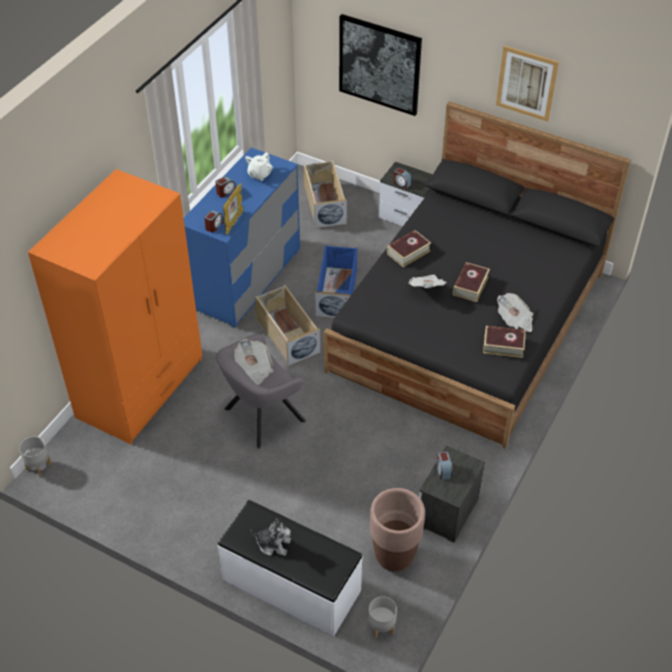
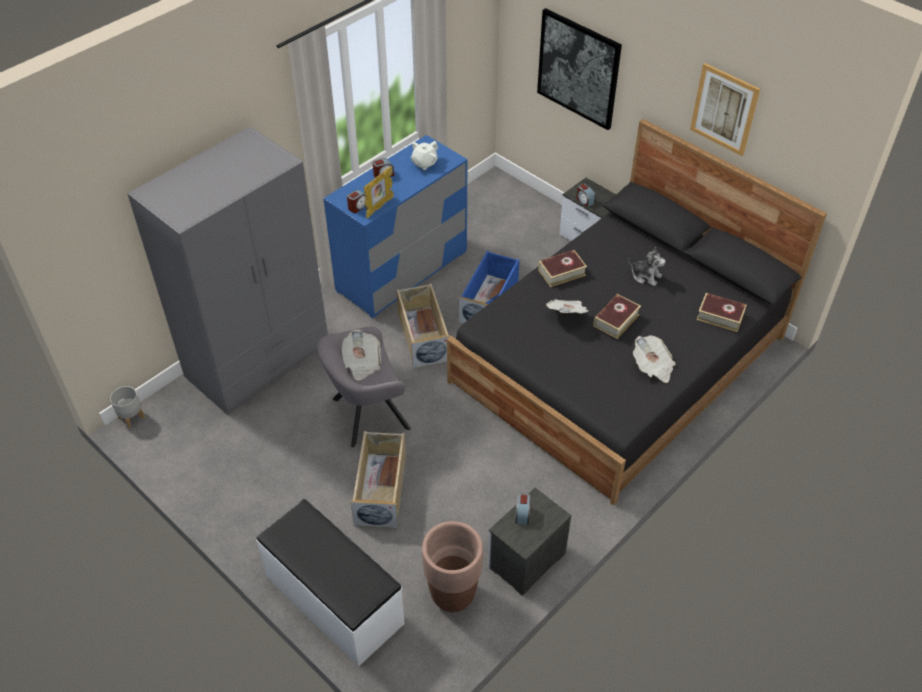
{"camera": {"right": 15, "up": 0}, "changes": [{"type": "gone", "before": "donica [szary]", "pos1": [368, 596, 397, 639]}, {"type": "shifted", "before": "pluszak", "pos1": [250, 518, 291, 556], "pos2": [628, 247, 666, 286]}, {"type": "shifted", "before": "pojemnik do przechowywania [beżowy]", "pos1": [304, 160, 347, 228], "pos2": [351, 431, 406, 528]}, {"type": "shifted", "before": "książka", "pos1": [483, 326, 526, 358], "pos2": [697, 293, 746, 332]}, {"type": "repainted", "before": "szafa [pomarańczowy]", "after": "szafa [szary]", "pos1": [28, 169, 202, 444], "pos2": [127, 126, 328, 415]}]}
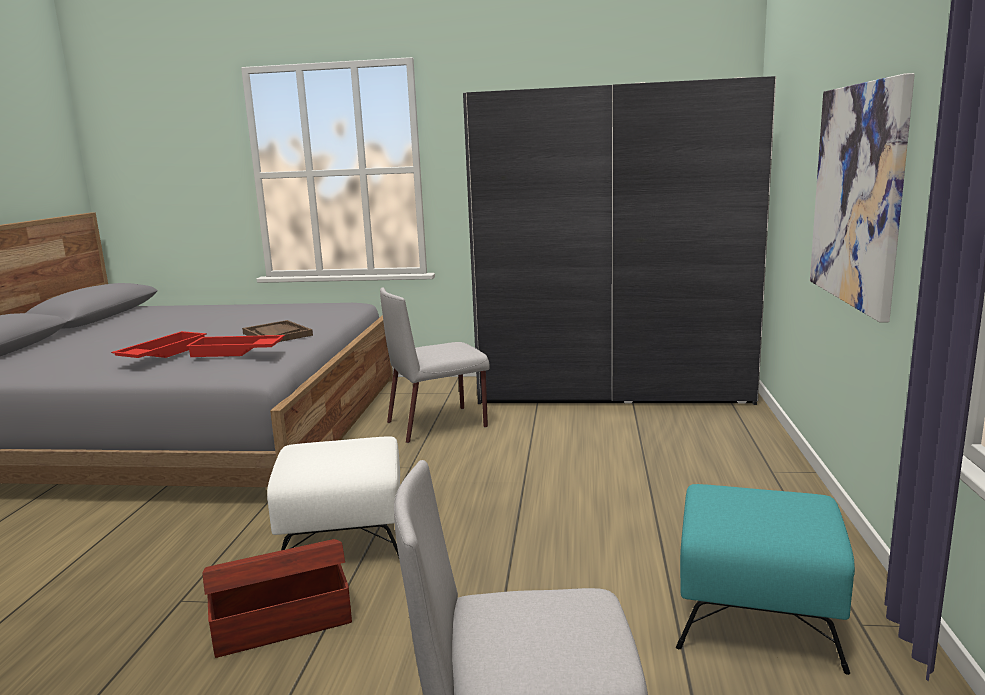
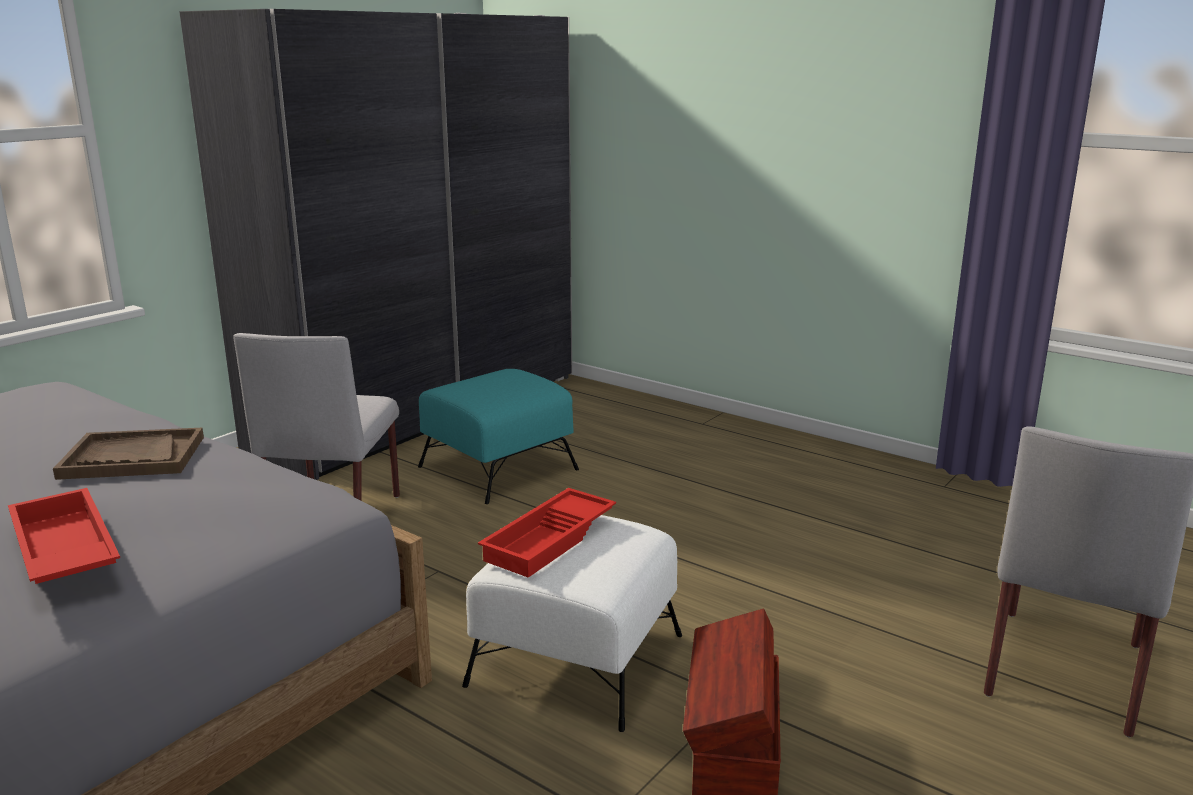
{"camera": {"right": -60, "up": 5}, "changes": [{"type": "gone", "before": "obraz", "pos1": [810, 73, 915, 323]}, {"type": "shifted", "before": "taca [czerwony]", "pos1": [186, 335, 285, 357], "pos2": [478, 488, 616, 578]}, {"type": "shifted", "before": "pufa [turkusowy]", "pos1": [676, 484, 855, 675], "pos2": [418, 369, 579, 504]}]}
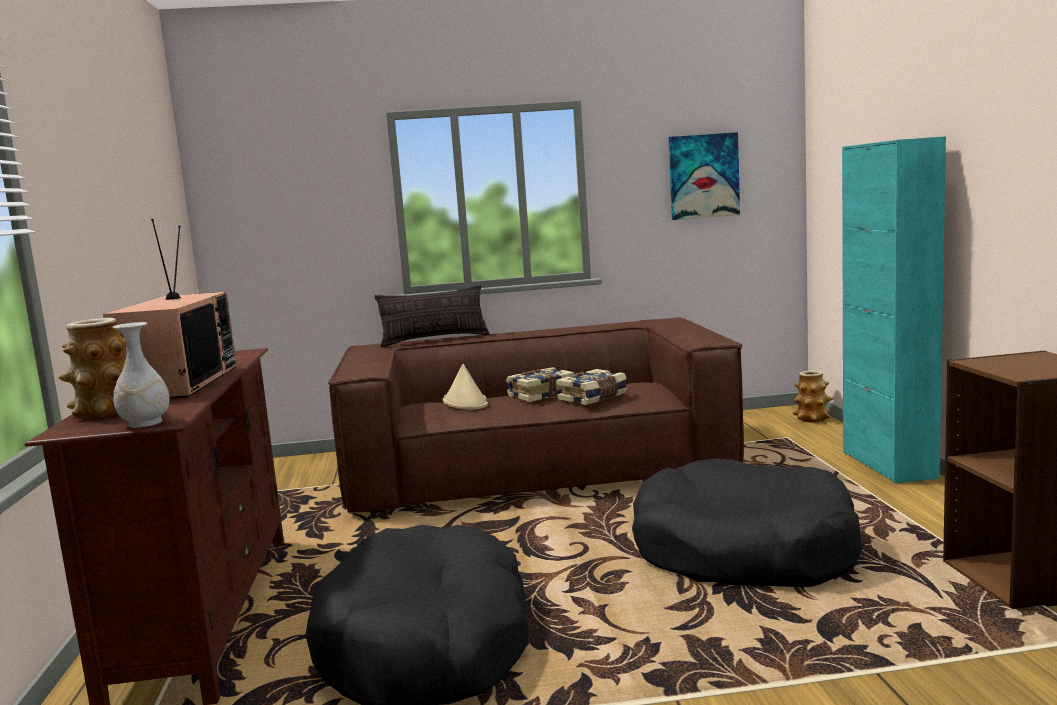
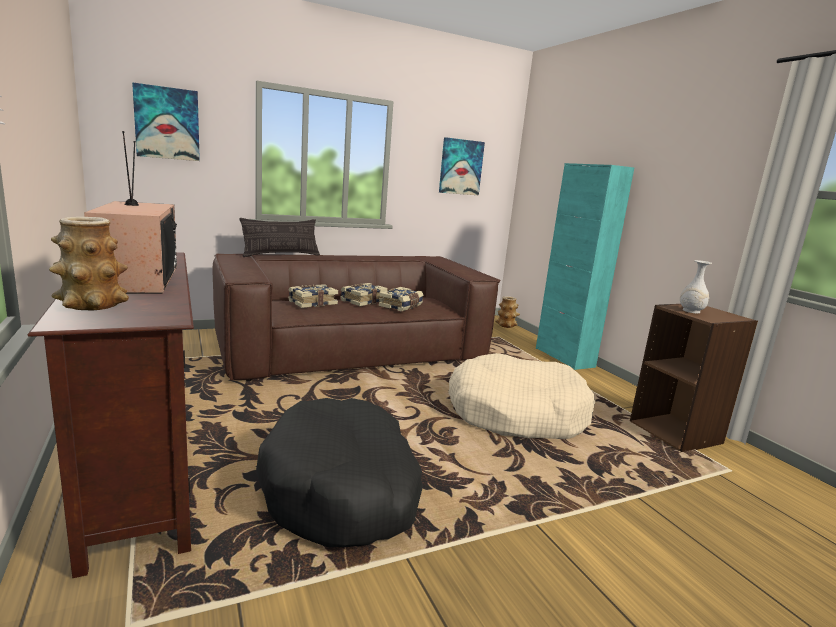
{"camera": {"right": -20, "up": 5}, "changes": [{"type": "new", "after": "obraz", "pos2": [132, 82, 200, 161]}, {"type": "shifted", "before": "wazon [biały]", "pos1": [113, 322, 170, 428], "pos2": [680, 260, 712, 314]}, {"type": "swapped", "before": "kapelusz [beżowy]", "after": "książka", "pos1": [443, 364, 488, 410], "pos2": [288, 284, 338, 308]}, {"type": "repainted", "before": "legowisko [czarny]", "after": "legowisko [beżowy]", "pos1": [632, 458, 862, 587], "pos2": [448, 353, 595, 439]}]}
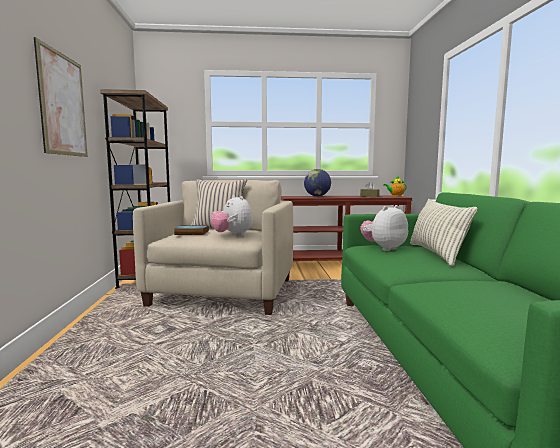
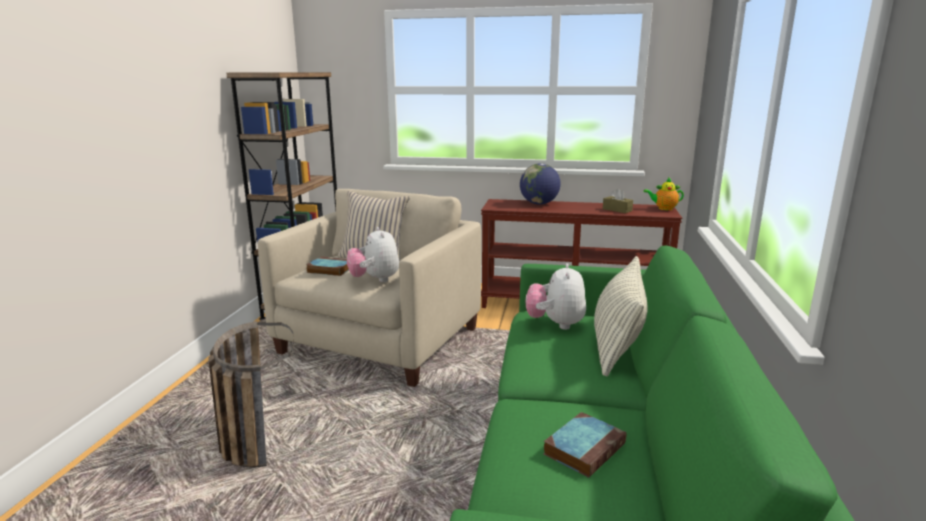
{"camera": {"right": 15, "up": 10}, "changes": [{"type": "gone", "before": "obraz", "pos1": [34, 37, 88, 157]}, {"type": "new", "after": "koszyk", "pos2": [208, 321, 294, 468]}, {"type": "new", "after": "książka", "pos2": [544, 412, 627, 478]}, {"type": "rotated", "before": "pluszak", "pos1": [360, 205, 408, 251], "pos2": [526, 263, 586, 330], "turn": -60}]}
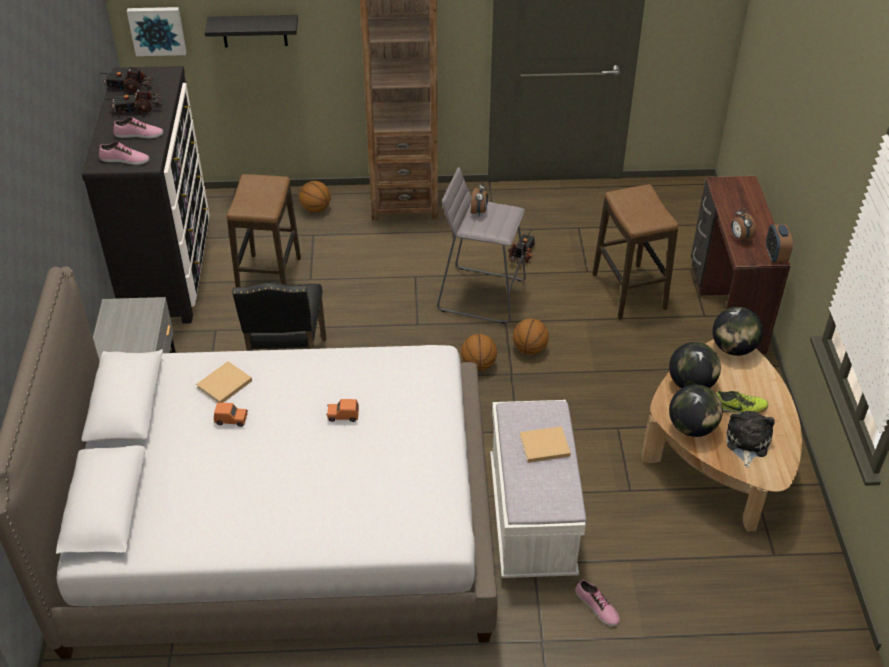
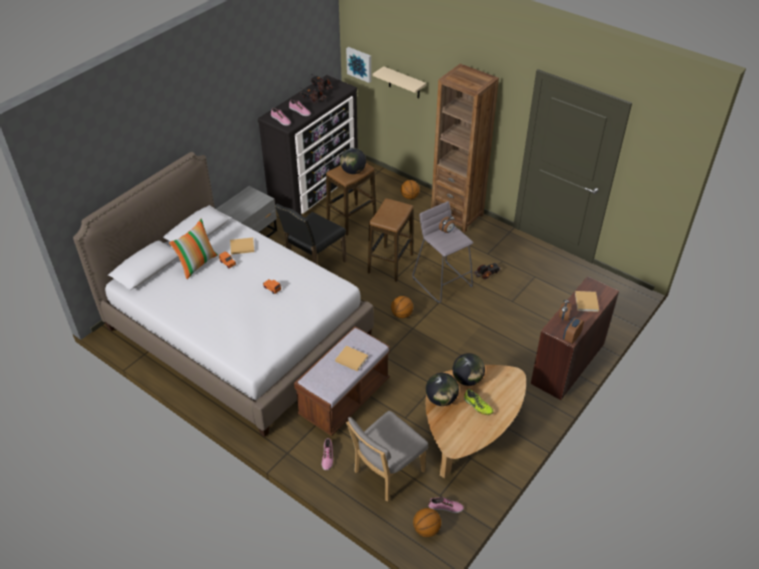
{"camera": {"right": 40, "up": 0}, "changes": [{"type": "gone", "before": "pluszak", "pos1": [727, 411, 775, 468]}, {"type": "new", "after": "poduszka", "pos2": [169, 219, 218, 279]}, {"type": "new", "after": "krzesło [szary]", "pos2": [346, 411, 428, 502]}, {"type": "new", "after": "but", "pos2": [428, 497, 464, 513]}, {"type": "new", "after": "książka [beżowy]", "pos2": [575, 291, 599, 312]}, {"type": "shifted", "before": "piłka do koszykówki", "pos1": [513, 318, 549, 355], "pos2": [413, 508, 441, 537]}, {"type": "shifted", "before": "stołek", "pos1": [592, 184, 679, 320], "pos2": [368, 198, 413, 282]}, {"type": "shifted", "before": "globus", "pos1": [713, 307, 763, 356], "pos2": [340, 148, 366, 174]}, {"type": "repainted", "before": "półka [czarny]", "after": "półka [beżowy]", "pos1": [205, 15, 298, 47], "pos2": [373, 66, 426, 99]}, {"type": "repainted", "before": "ławka [biały]", "after": "ławka [brązowy]", "pos1": [490, 400, 587, 578], "pos2": [294, 326, 390, 436]}]}
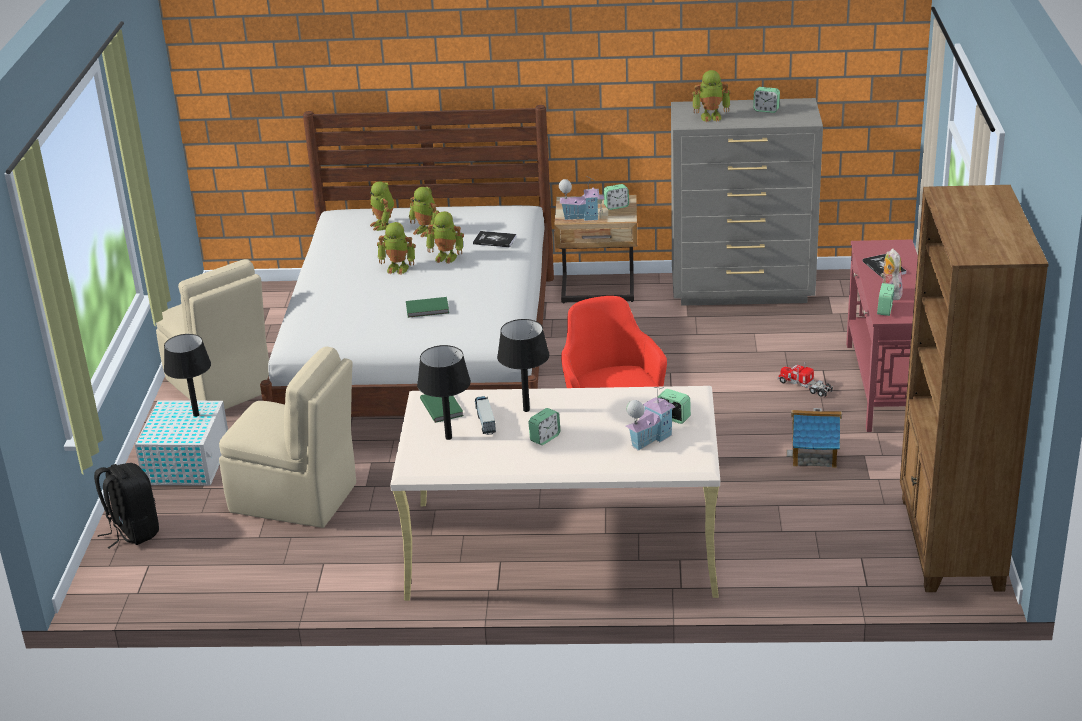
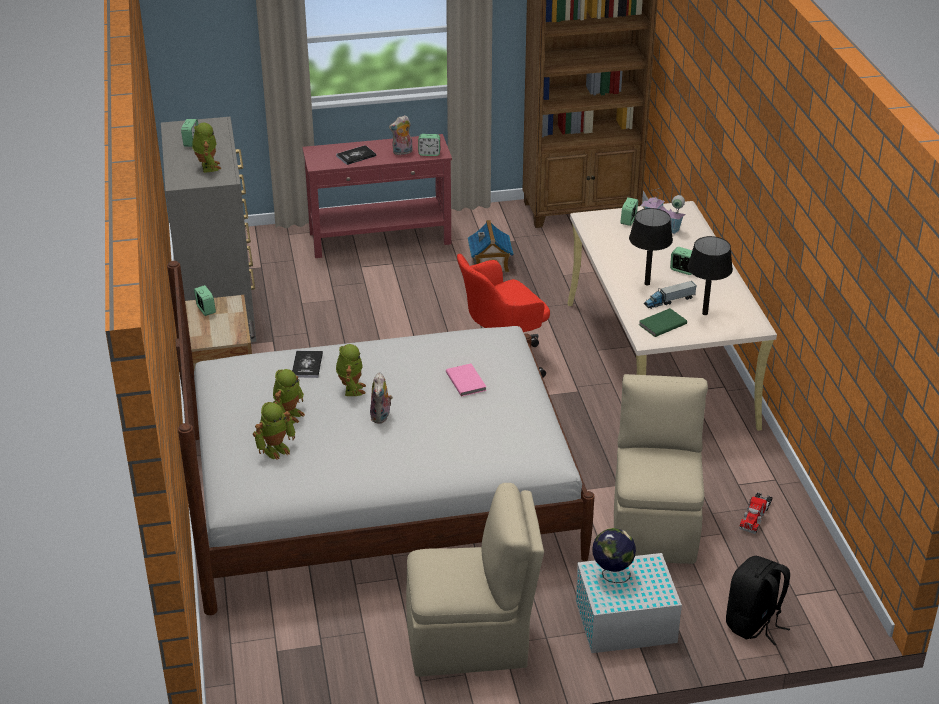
{"camera": {"right": -105, "up": 5}, "changes": [{"type": "gone", "before": "domek", "pos1": [559, 176, 605, 221]}, {"type": "shifted", "before": "ciężarówka zabawkowa", "pos1": [778, 362, 833, 398], "pos2": [740, 492, 773, 534]}, {"type": "swapped", "before": "lampa stołowa [czarny]", "after": "globus", "pos1": [164, 334, 211, 417], "pos2": [592, 528, 636, 583]}, {"type": "swapped", "before": "robot zabawkowy", "after": "pluszak", "pos1": [377, 222, 416, 275], "pos2": [370, 372, 393, 424]}, {"type": "repainted", "before": "książka [zielony]", "after": "książka [różowy]", "pos1": [406, 297, 449, 318], "pos2": [446, 363, 487, 396]}, {"type": "rotated", "before": "krzesło [beżowy]", "pos1": [156, 259, 269, 409], "pos2": [406, 483, 544, 677], "turn": 45}]}
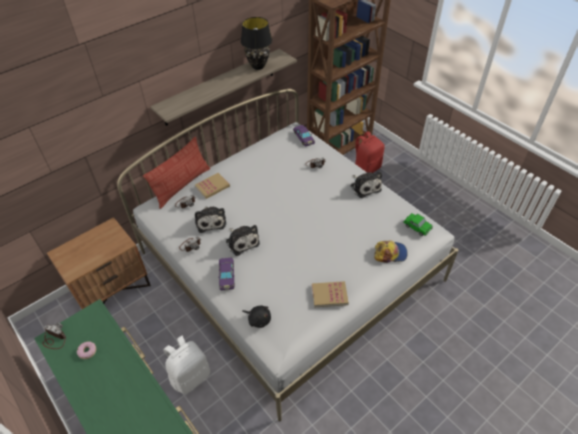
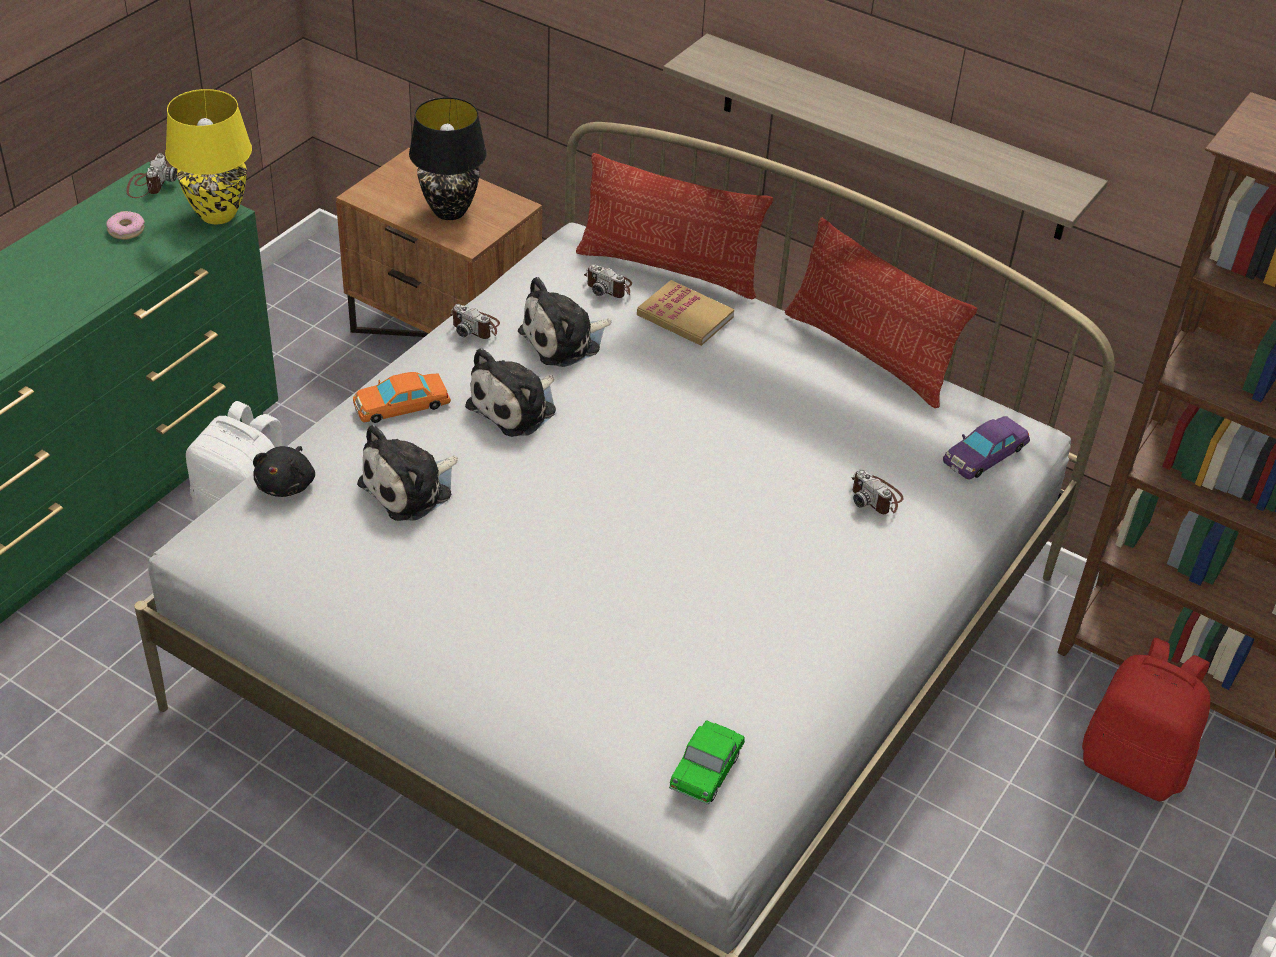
{"camera": {"right": 70, "up": -5}, "changes": [{"type": "gone", "before": "książka", "pos1": [312, 281, 349, 308]}, {"type": "gone", "before": "czapka z daszkiem", "pos1": [374, 240, 407, 263]}, {"type": "new", "after": "lampa stołowa [żółty]", "pos2": [165, 89, 252, 224]}, {"type": "new", "after": "poduszka", "pos2": [785, 217, 977, 408]}, {"type": "shifted", "before": "lampa stołowa [czarny]", "pos1": [241, 17, 272, 70], "pos2": [409, 97, 487, 220]}, {"type": "shifted", "before": "pluszak", "pos1": [351, 172, 382, 198], "pos2": [357, 425, 458, 521]}, {"type": "repainted", "before": "samochodzik [fioletowy]", "after": "samochodzik [pomarańczowy]", "pos1": [218, 258, 235, 290], "pos2": [353, 372, 451, 423]}]}
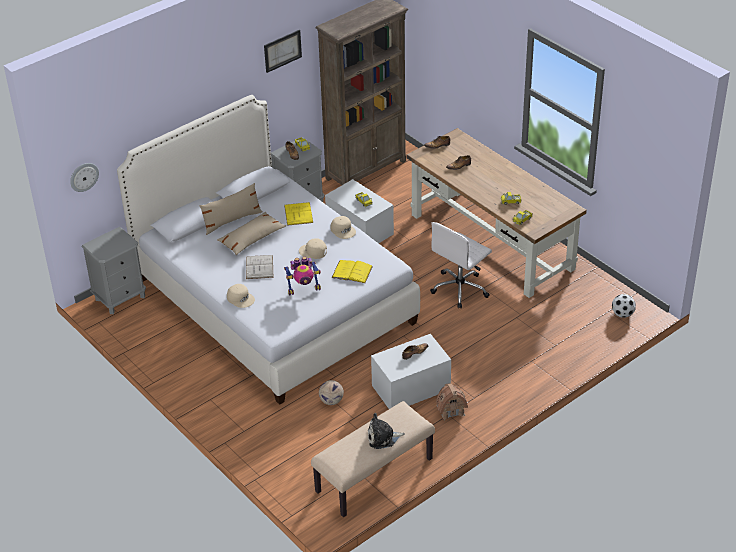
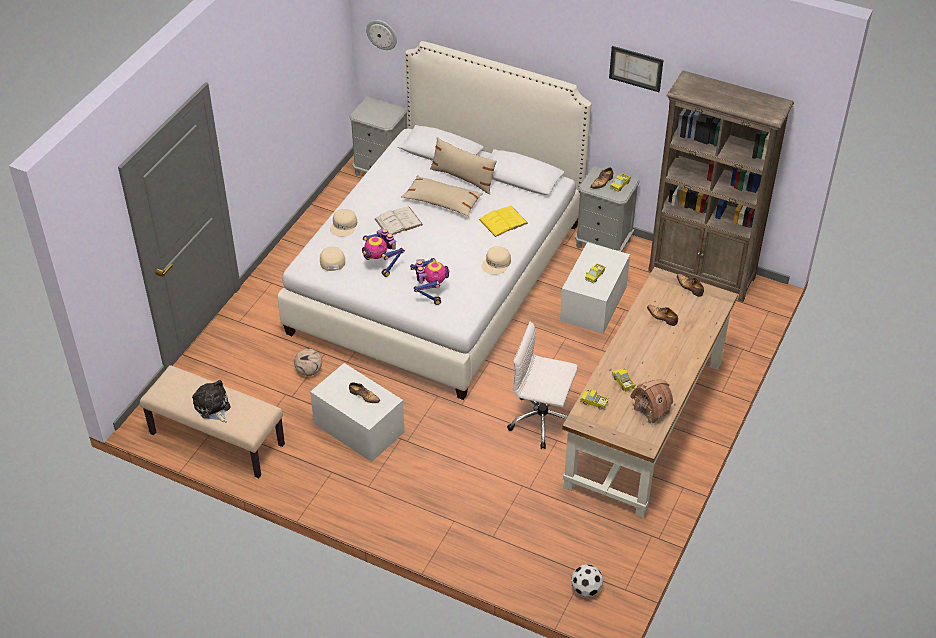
{"camera": {"right": 65, "up": 5}, "changes": [{"type": "shifted", "before": "czapka z daszkiem [beżowy]", "pos1": [299, 238, 327, 259], "pos2": [319, 246, 345, 271]}, {"type": "shifted", "before": "domek", "pos1": [436, 383, 468, 420], "pos2": [630, 379, 673, 426]}, {"type": "swapped", "before": "książka [żółty]", "after": "robot zabawkowy", "pos1": [332, 260, 373, 283], "pos2": [410, 258, 450, 305]}]}
